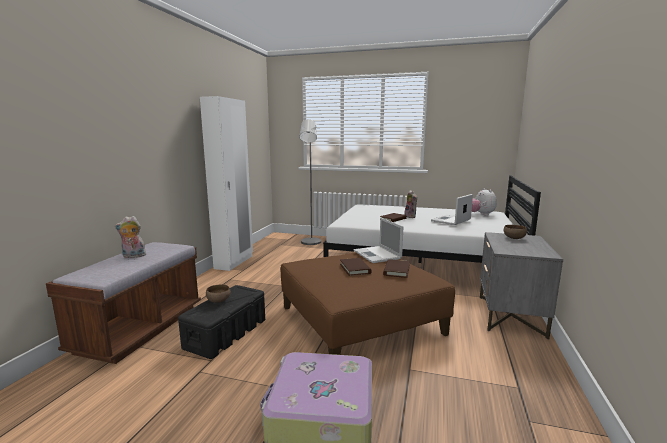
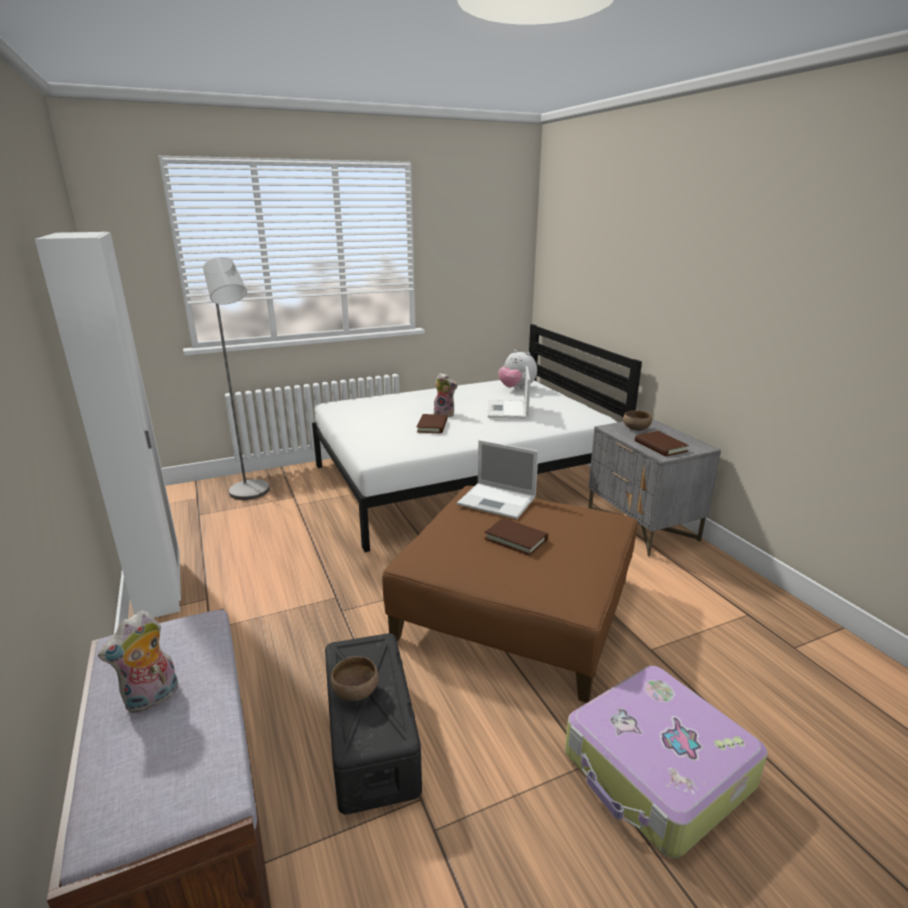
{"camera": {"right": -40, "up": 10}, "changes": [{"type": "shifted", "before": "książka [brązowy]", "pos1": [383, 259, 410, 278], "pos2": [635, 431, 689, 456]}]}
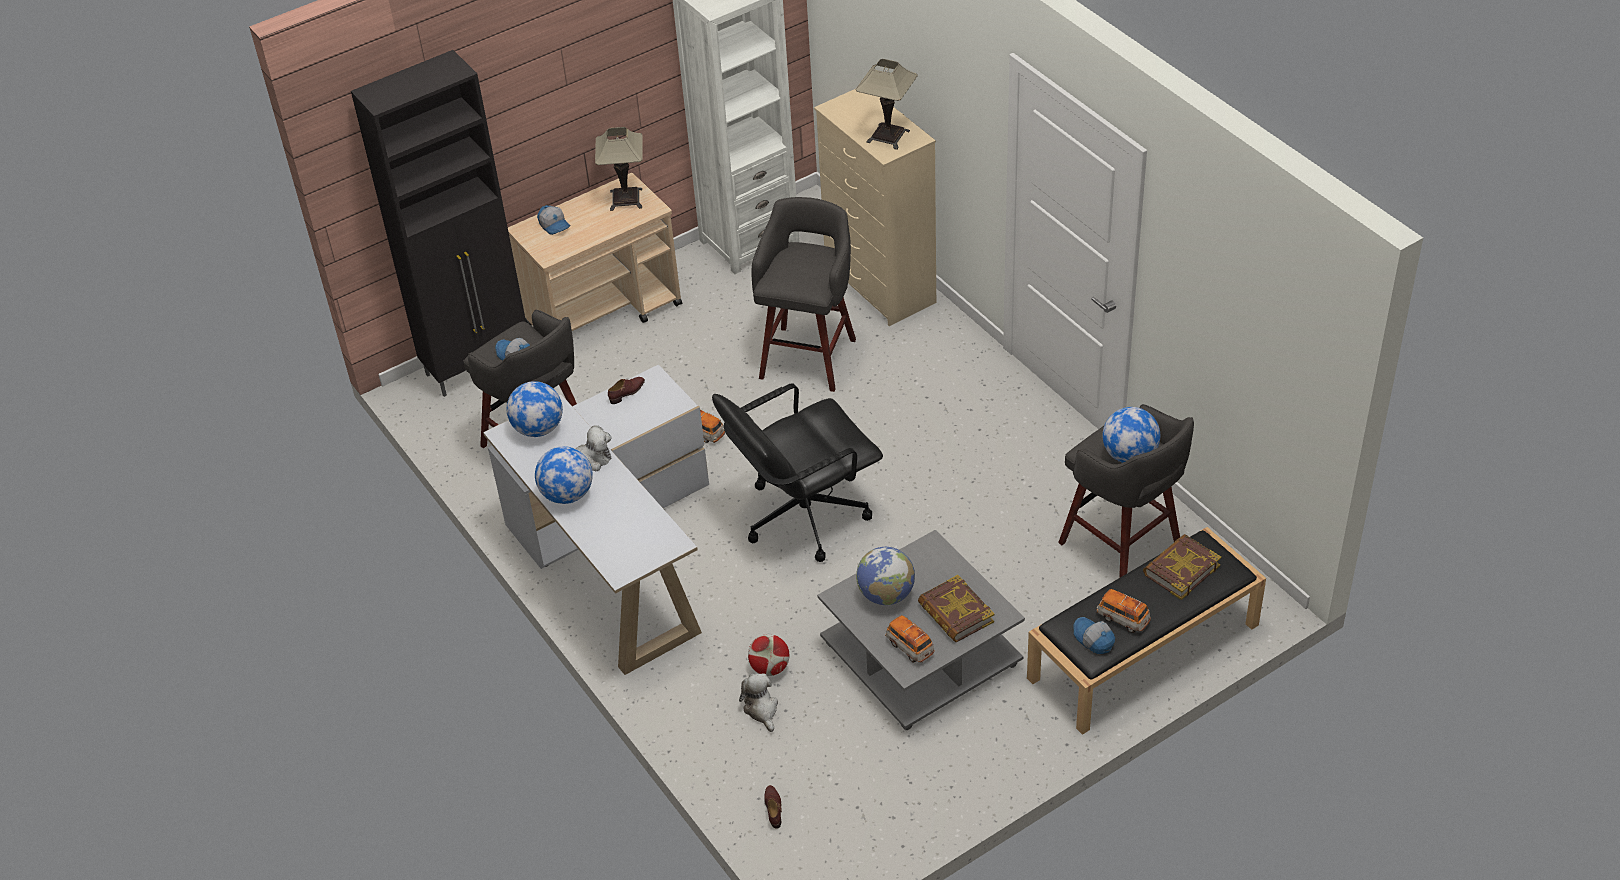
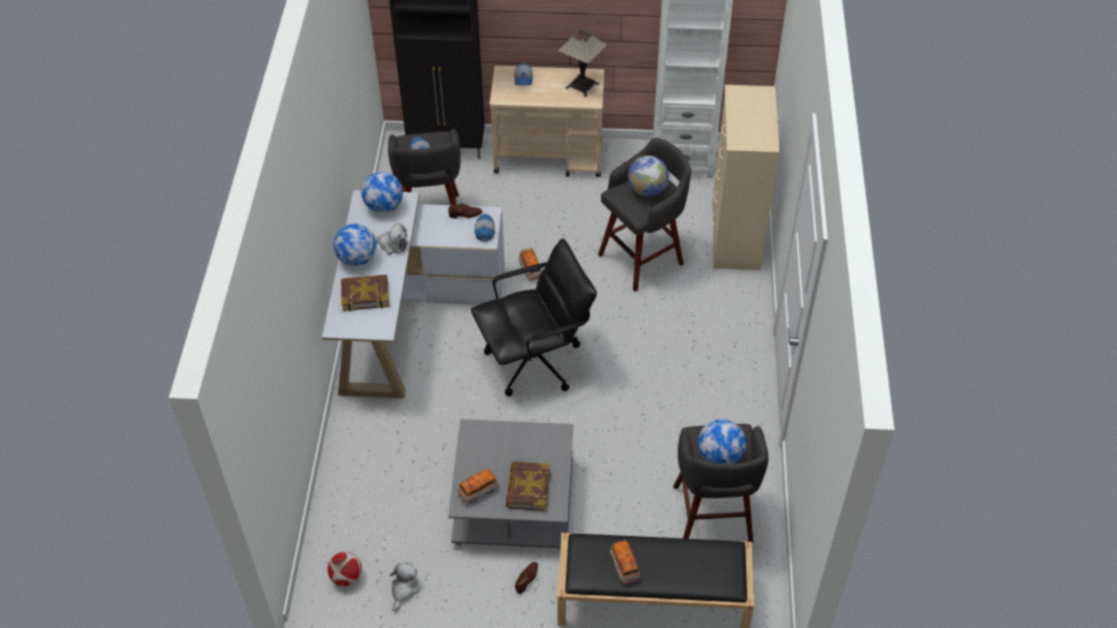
{"camera": {"right": 35, "up": 5}, "changes": [{"type": "gone", "before": "lampa stołowa", "pos1": [855, 59, 918, 150]}, {"type": "shifted", "before": "pluszak", "pos1": [739, 673, 778, 732], "pos2": [390, 562, 419, 611]}, {"type": "shifted", "before": "piłka futbolowa", "pos1": [748, 634, 790, 676], "pos2": [328, 552, 362, 586]}, {"type": "shifted", "before": "but [brązowy]", "pos1": [764, 785, 782, 828], "pos2": [515, 562, 538, 594]}, {"type": "shifted", "before": "globus", "pos1": [856, 547, 915, 605], "pos2": [628, 156, 669, 197]}, {"type": "shifted", "before": "czapka z daszkiem", "pos1": [1074, 617, 1115, 654], "pos2": [474, 214, 495, 242]}, {"type": "shifted", "before": "książka", "pos1": [1143, 534, 1221, 600], "pos2": [341, 275, 389, 311]}, {"type": "rotated", "before": "krzesło biurowe [czarny]", "pos1": [712, 383, 883, 562], "pos2": [471, 238, 597, 397], "turn": 150}, {"type": "rotated", "before": "samochodzik", "pos1": [885, 615, 935, 663], "pos2": [457, 469, 499, 504], "turn": 60}]}
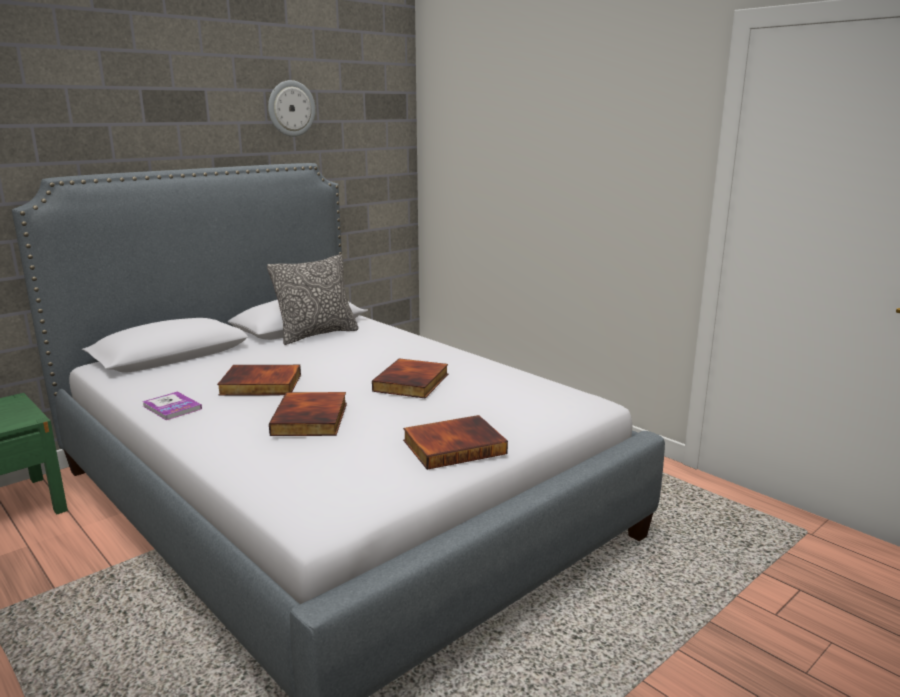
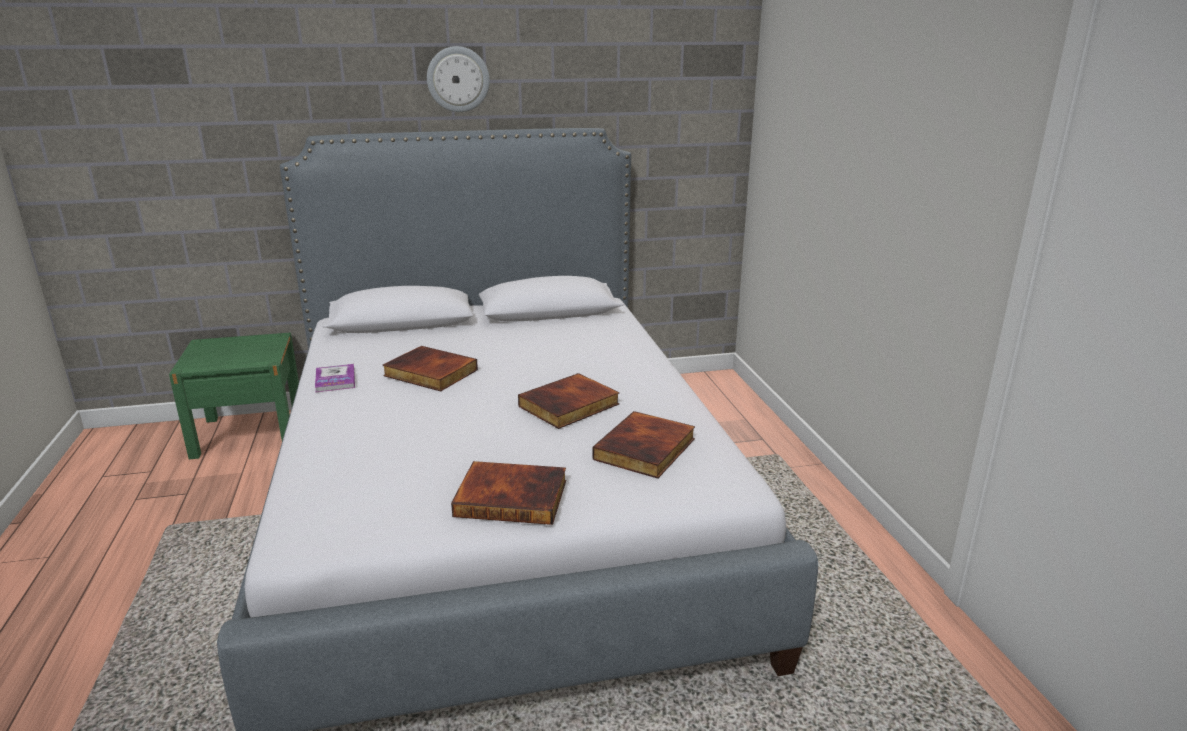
{"camera": {"right": 30, "up": 5}, "changes": [{"type": "gone", "before": "poduszka", "pos1": [267, 254, 358, 345]}, {"type": "shifted", "before": "zegar ścienny", "pos1": [268, 80, 316, 137], "pos2": [427, 46, 490, 112]}, {"type": "shifted", "before": "książka", "pos1": [269, 392, 347, 436], "pos2": [593, 411, 695, 478]}]}
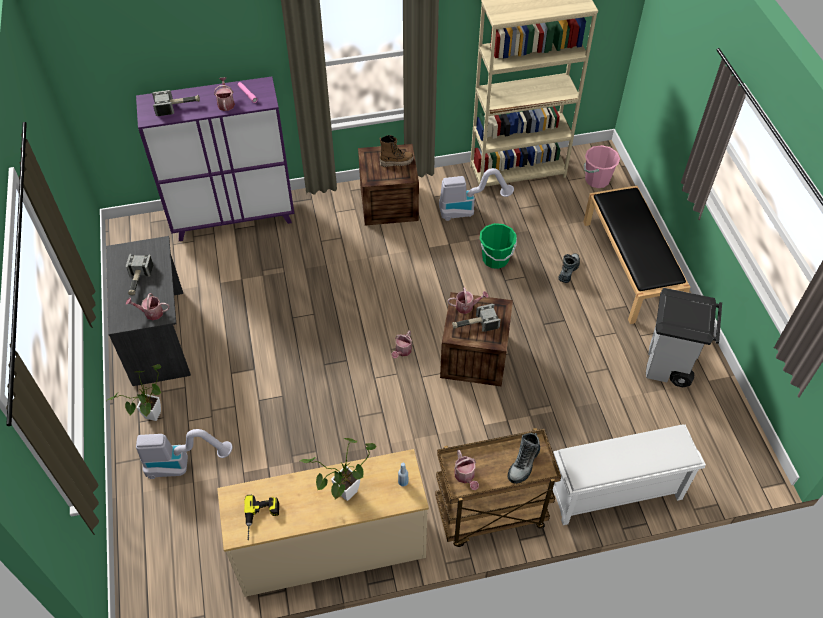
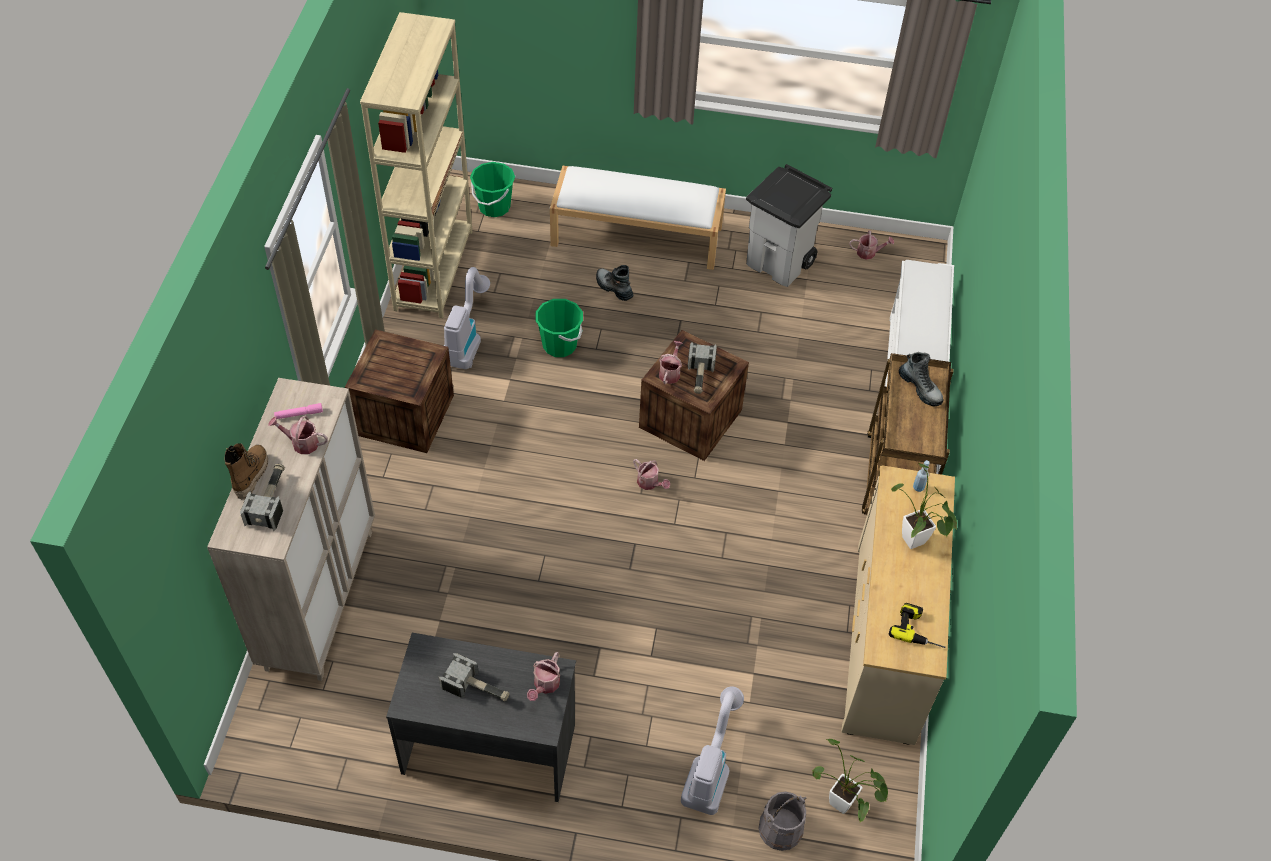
{"camera": {"right": -70, "up": 0}, "changes": [{"type": "new", "after": "wiadro [szary]", "pos2": [759, 792, 806, 851]}, {"type": "shifted", "before": "roślina doniczkowa", "pos1": [108, 364, 161, 421], "pos2": [812, 739, 888, 822]}, {"type": "shifted", "before": "but z cholewką", "pos1": [379, 135, 414, 167], "pos2": [224, 443, 268, 500]}, {"type": "shifted", "before": "konewka", "pos1": [454, 450, 479, 490], "pos2": [850, 230, 894, 260]}, {"type": "repainted", "before": "szafka [fioletowy]", "after": "szafka [beżowy]", "pos1": [136, 76, 295, 241], "pos2": [207, 378, 375, 681]}, {"type": "repainted", "before": "ławka [czarny]", "after": "ławka [biały]", "pos1": [583, 186, 690, 324], "pos2": [550, 165, 726, 270]}, {"type": "repainted", "before": "wiadro [różowy]", "after": "wiadro [zielony]", "pos1": [584, 145, 620, 188], "pos2": [470, 162, 515, 217]}]}
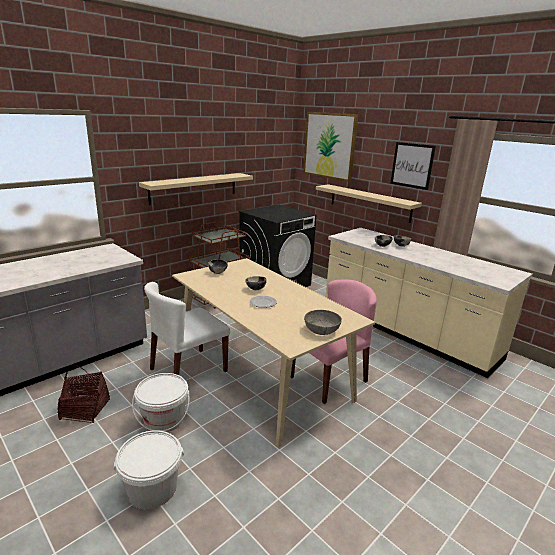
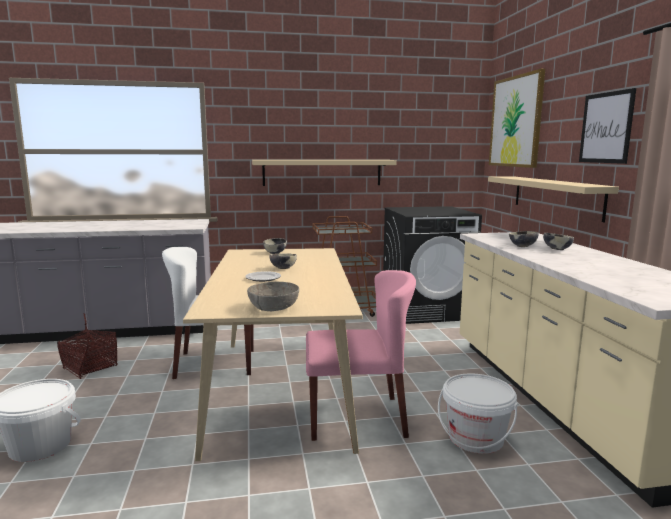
{"camera": {"right": 35, "up": -10}, "changes": [{"type": "shifted", "before": "wiadro [biały]", "pos1": [132, 373, 190, 432], "pos2": [438, 374, 518, 454]}]}
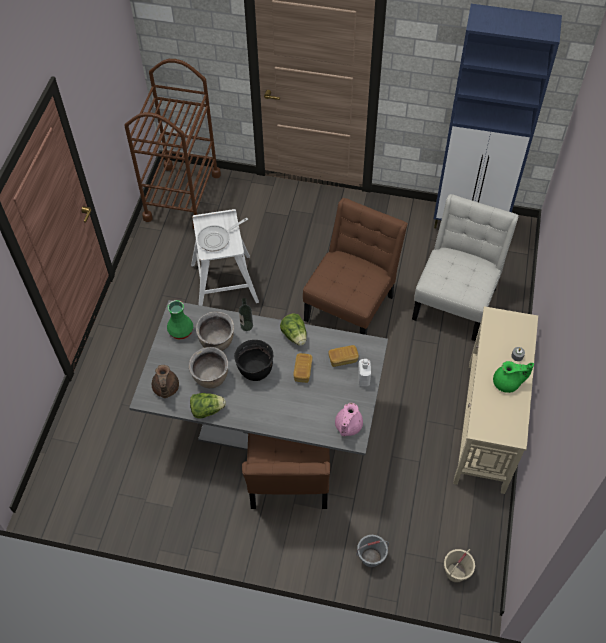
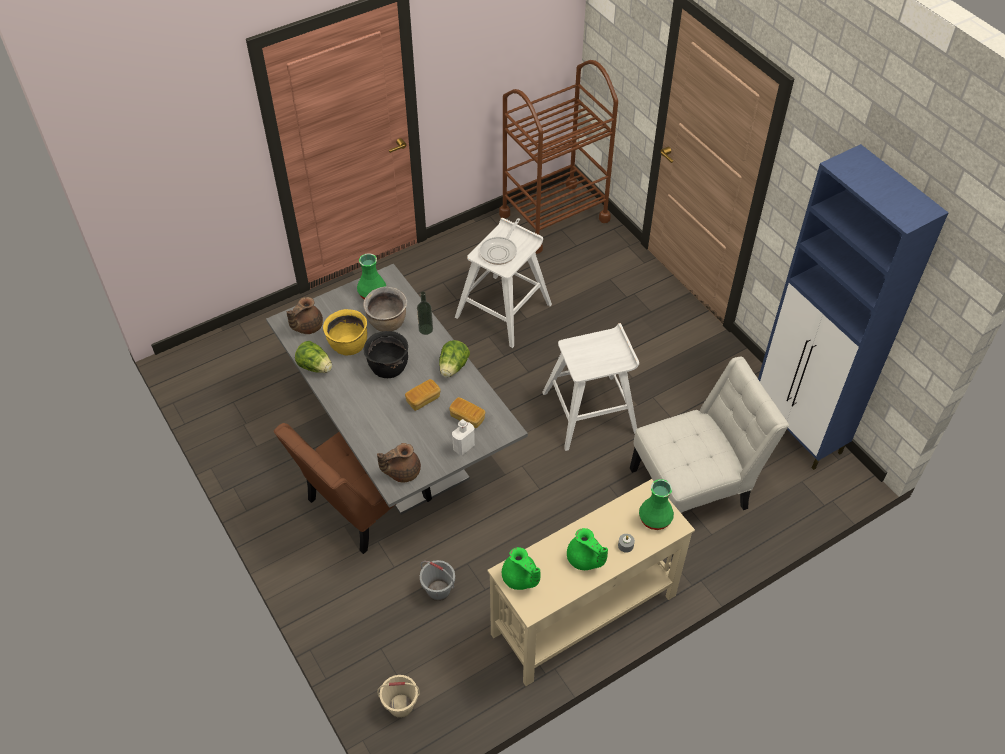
{"camera": {"right": 45, "up": -5}, "changes": [{"type": "new", "after": "imbryk [zielony]", "pos2": [502, 547, 541, 590]}, {"type": "new", "after": "wazon [zielony]", "pos2": [639, 479, 674, 530]}, {"type": "shifted", "before": "wiadro [szary]", "pos1": [356, 535, 389, 568], "pos2": [420, 560, 455, 601]}, {"type": "swapped", "before": "krzesło [brązowy]", "after": "stołek [biały]", "pos1": [303, 198, 408, 335], "pos2": [542, 323, 639, 451]}, {"type": "repainted", "before": "garnek [brązowy]", "after": "garnek [żółty]", "pos1": [189, 347, 228, 388], "pos2": [323, 309, 367, 355]}, {"type": "repainted", "before": "imbryk [różowy]", "after": "imbryk [brązowy]", "pos1": [335, 403, 363, 436], "pos2": [377, 443, 421, 482]}, {"type": "rotated", "before": "patelnia", "pos1": [197, 218, 248, 252], "pos2": [480, 218, 520, 265], "turn": -75}]}
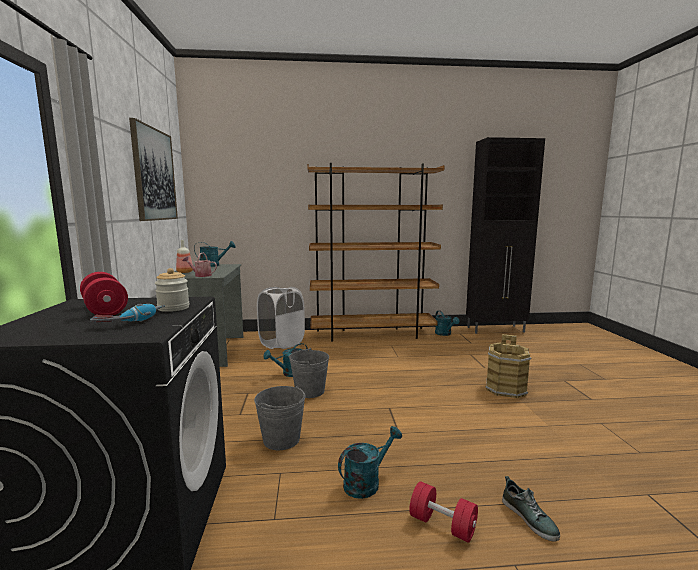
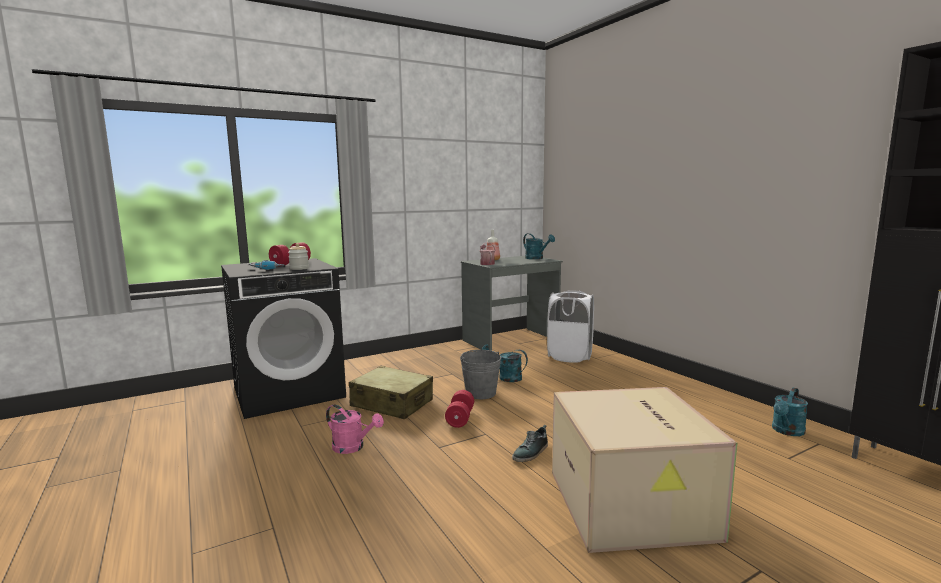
{"camera": {"right": 65, "up": 0}, "changes": [{"type": "gone", "before": "obraz", "pos1": [129, 118, 178, 221]}, {"type": "gone", "before": "regał [brązowy]", "pos1": [307, 163, 445, 341]}, {"type": "shifted", "before": "hantel [czerwony]", "pos1": [409, 482, 478, 543], "pos2": [445, 390, 474, 428]}, {"type": "shifted", "before": "but", "pos1": [502, 476, 560, 542], "pos2": [512, 425, 548, 462]}, {"type": "swapped", "before": "wiadro [szary]", "after": "walizka [beżowy]", "pos1": [254, 385, 306, 450], "pos2": [349, 366, 433, 419]}, {"type": "swapped", "before": "wiadro [brązowy]", "after": "karton", "pos1": [485, 334, 531, 398], "pos2": [552, 387, 737, 553]}, {"type": "repainted", "before": "konewka [turkusowy]", "after": "konewka [różowy]", "pos1": [338, 426, 402, 499], "pos2": [326, 404, 384, 454]}]}
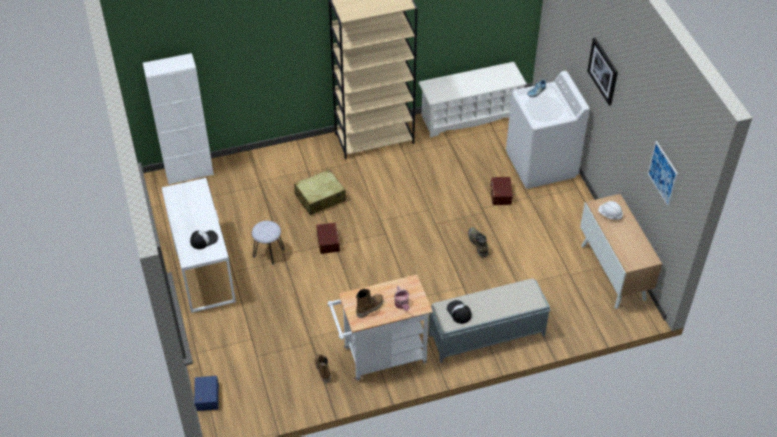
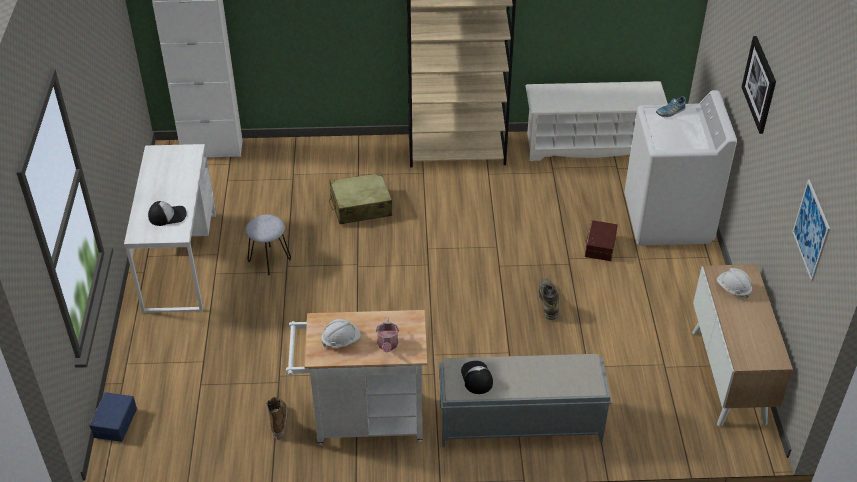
{"camera": {"right": 15, "up": -5}, "changes": [{"type": "gone", "before": "pojemnik do przechowywania [brązowy]", "pos1": [317, 223, 340, 254]}, {"type": "swapped", "before": "but z cholewką", "after": "kask [biały]", "pos1": [356, 289, 383, 318], "pos2": [321, 319, 361, 348]}]}
